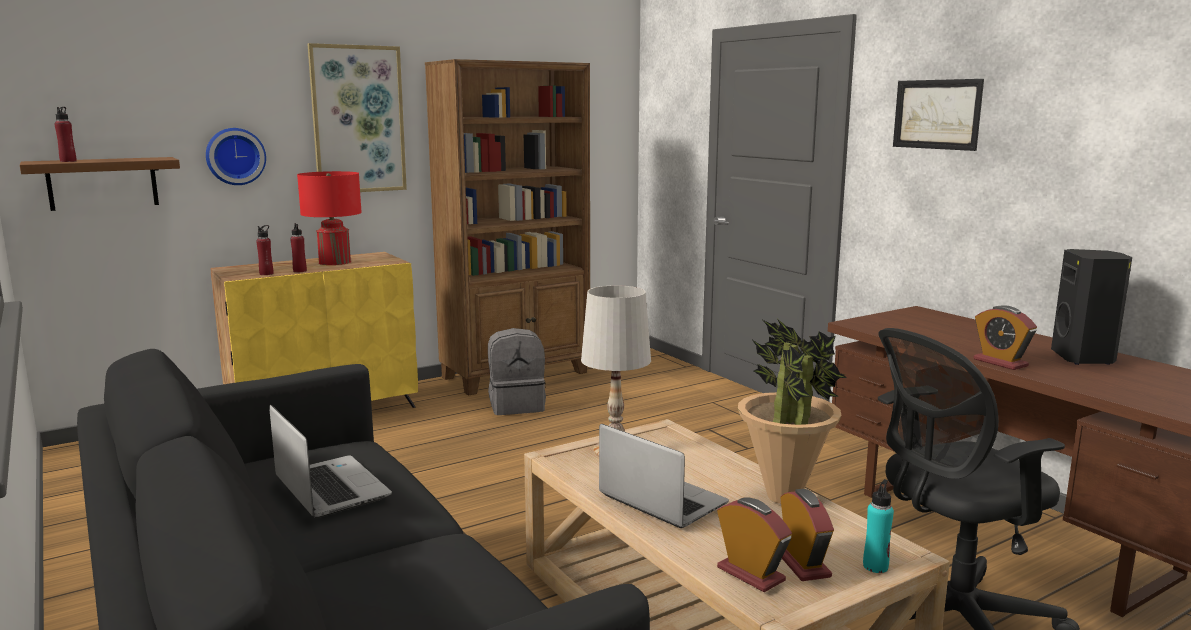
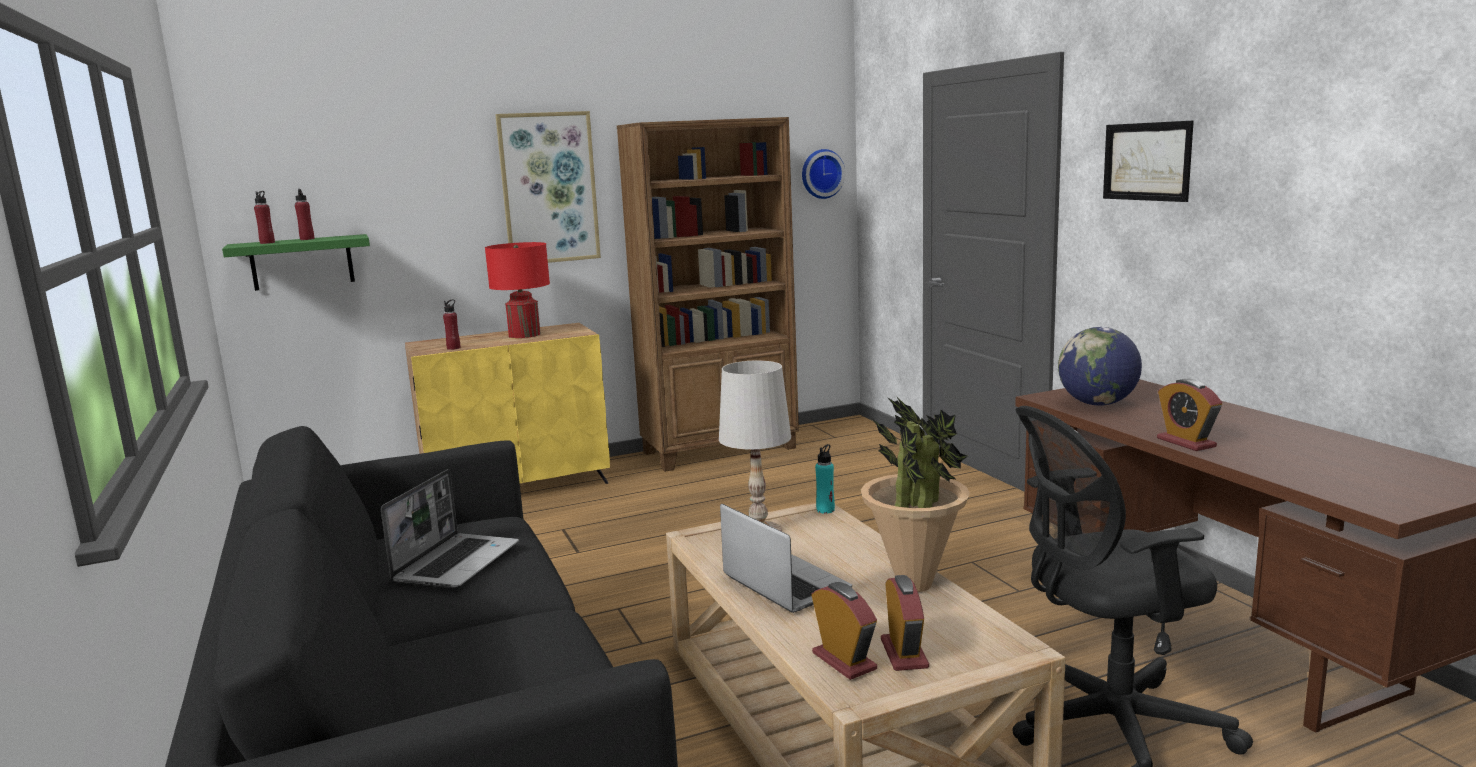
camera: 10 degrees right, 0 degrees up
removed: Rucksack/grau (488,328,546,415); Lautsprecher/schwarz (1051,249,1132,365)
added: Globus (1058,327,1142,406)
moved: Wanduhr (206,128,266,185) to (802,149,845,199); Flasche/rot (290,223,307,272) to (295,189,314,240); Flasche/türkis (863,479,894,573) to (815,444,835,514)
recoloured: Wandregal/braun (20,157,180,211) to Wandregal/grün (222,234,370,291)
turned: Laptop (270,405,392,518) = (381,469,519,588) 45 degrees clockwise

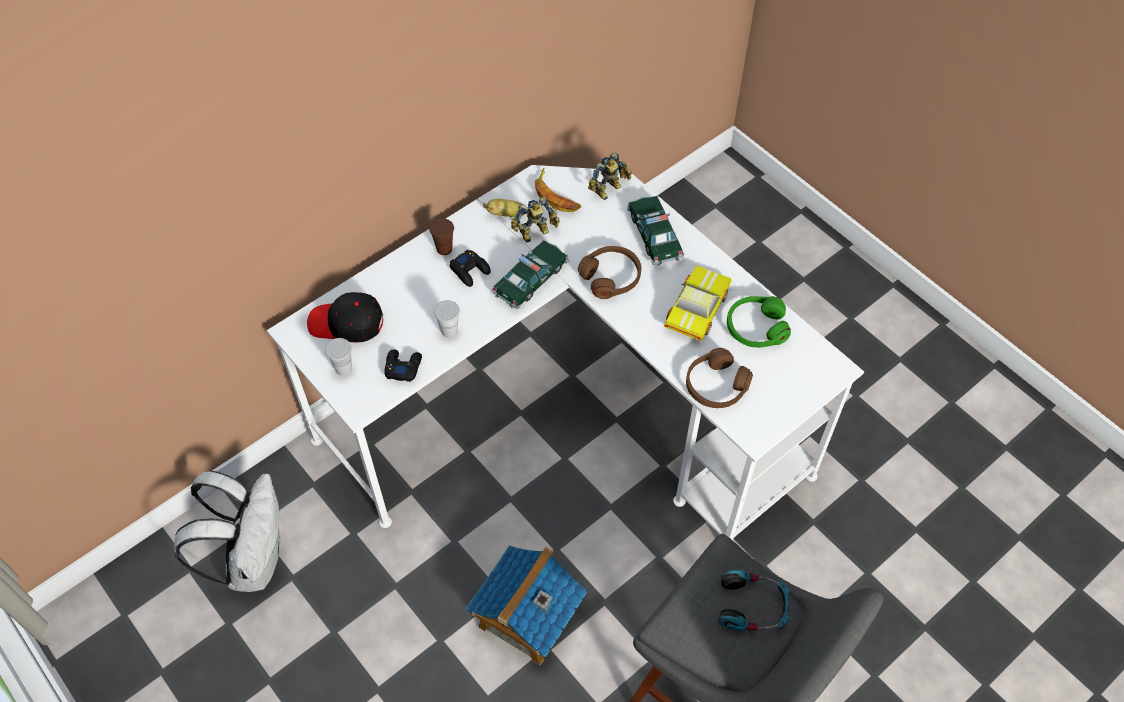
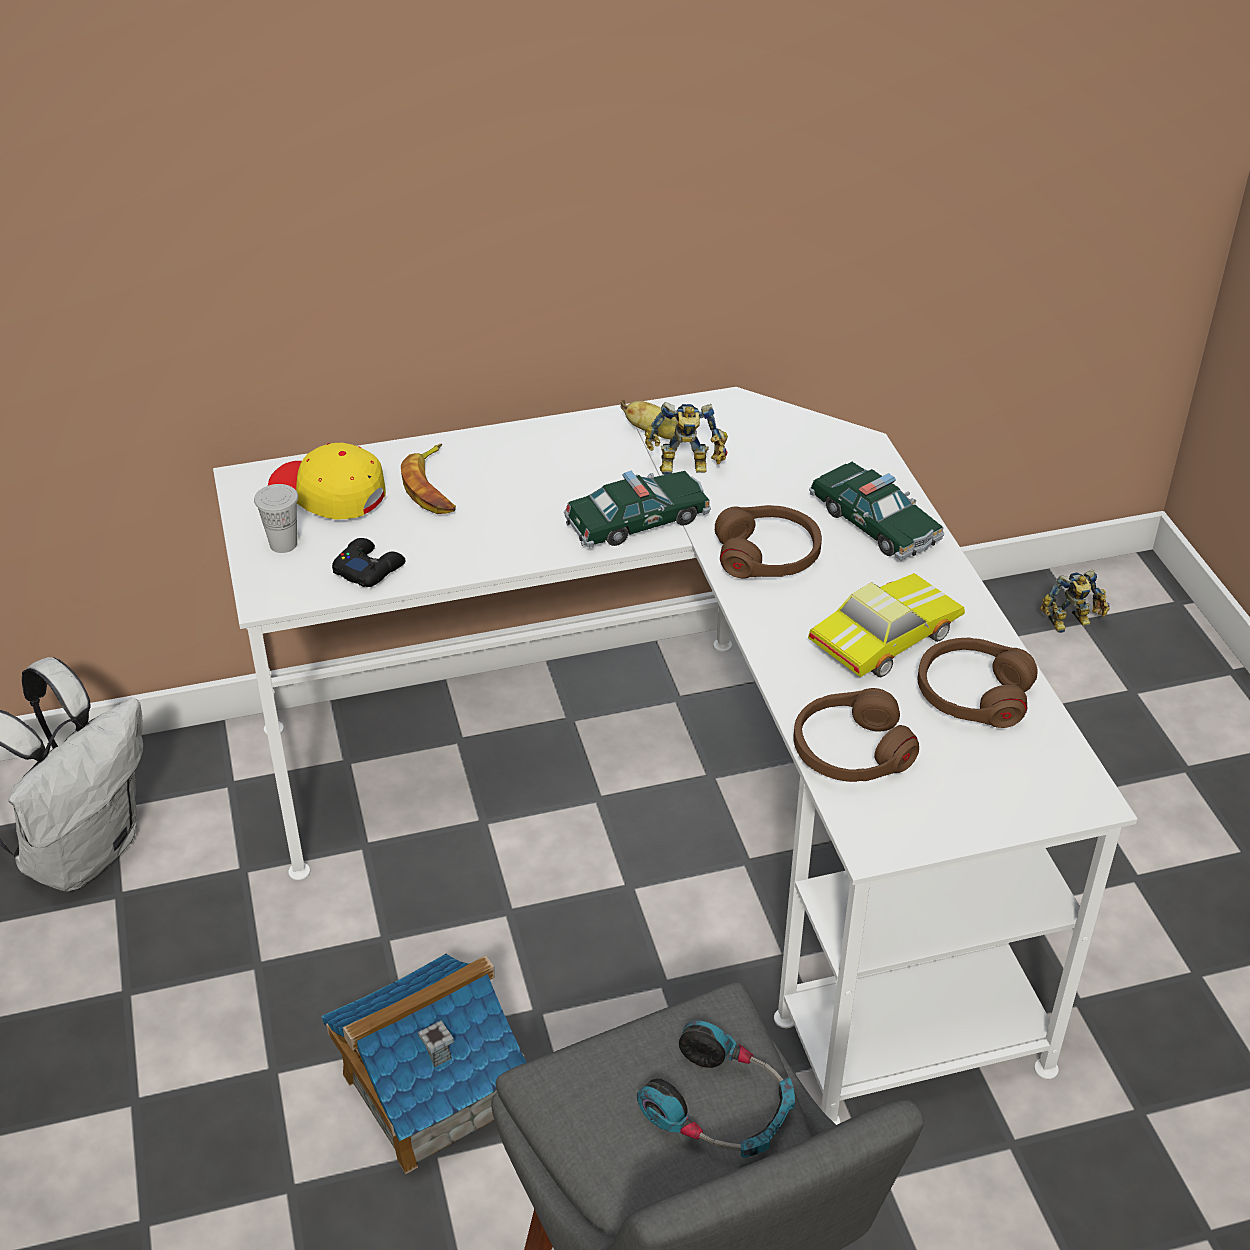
camera: 25 degrees right, 15 degrees down
removed: Tasse/braun (429,218,454,255); Tasse/weiß (434,300,460,338); Gamepad/schwarz (450,250,491,287)
moved: Banane (534,168,581,212) to (401,443,456,514); Spielzeugroboter (588,152,632,200) to (1040,570,1110,633)
recoloured: Kappe/schwarz (307,292,383,343) to Kappe/gelb (268,443,386,520); Kopfhörer/grün (727,296,791,348) to Kopfhörer/braun (918,638,1038,728)
turned: Spielzeugauto (627,196,684,266) = (809,462,944,560) 135 degrees clockwise

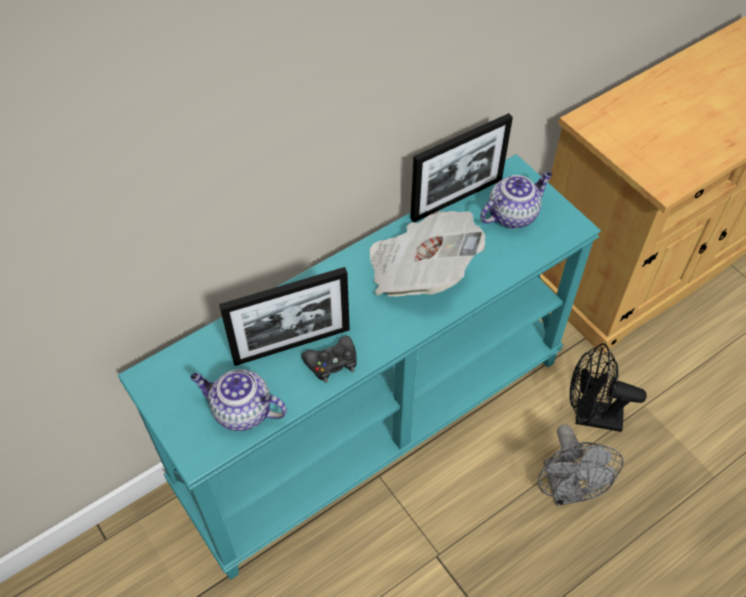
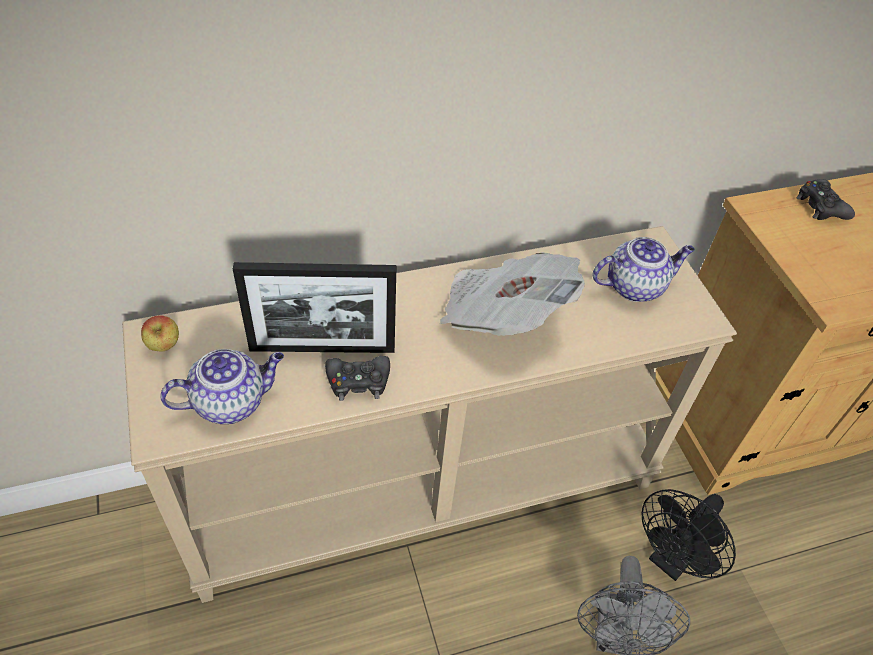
camera: 15 degrees right, 5 degrees down
removed: Bilderrahmen (410,113,513,222)
added: Apfel (141,315,179,351); Gamepad/schwarz (796,179,855,220)
recoloured: Konsolentisch/türkis (118,154,601,580) to Konsolentisch/beige (122,226,737,603)
turned: Teekanne (190,369,287,431) = (160,349,284,424) 120 degrees clockwise; Ventilator/schwarz (570,343,647,432) = (641,489,736,581) 75 degrees counterclockwise

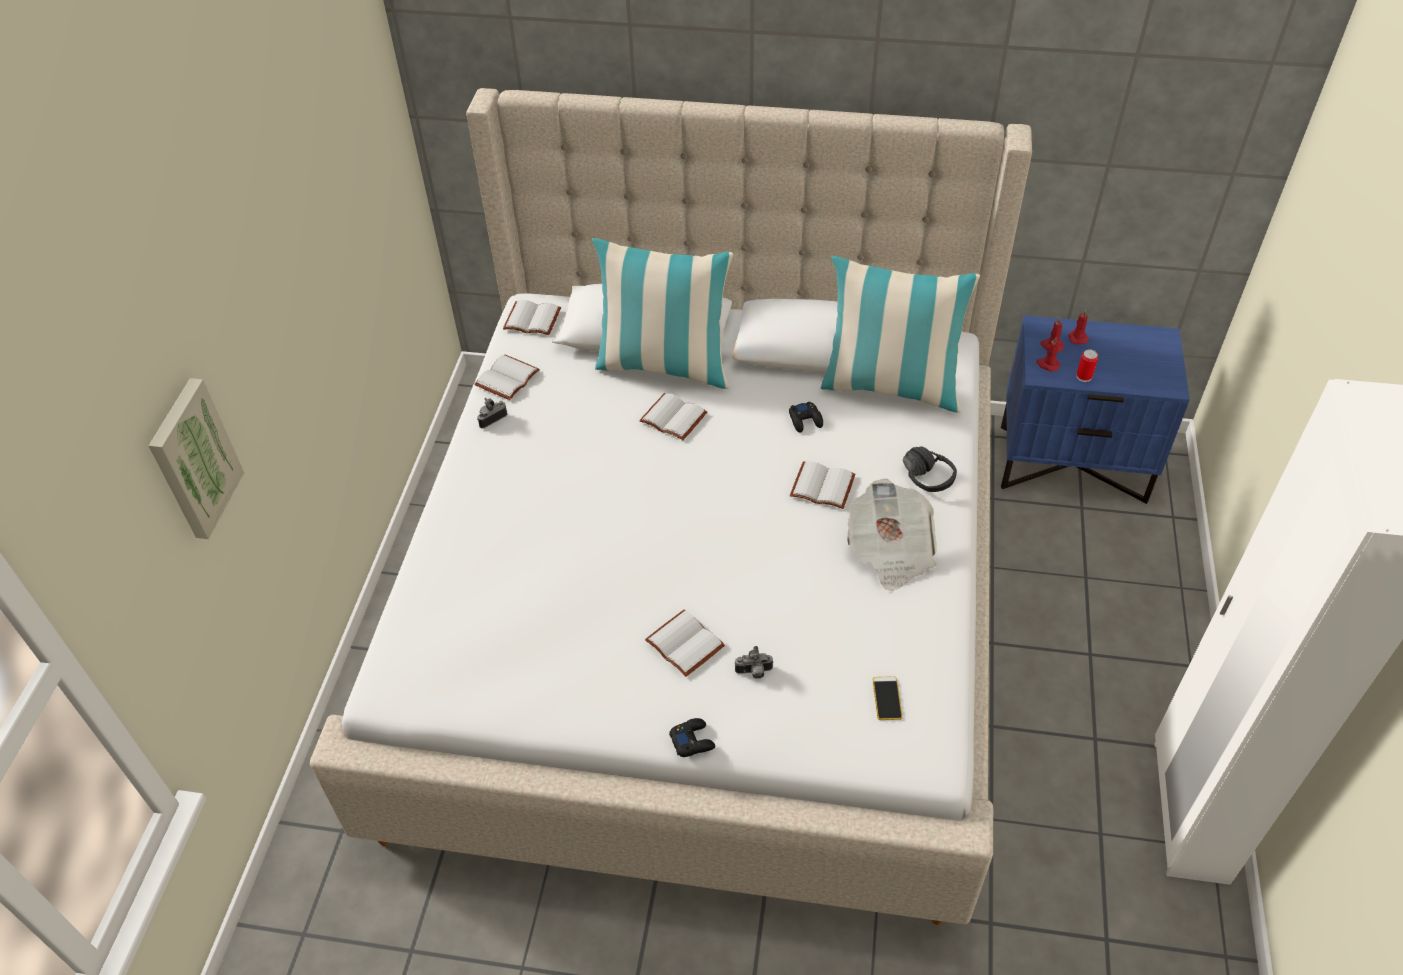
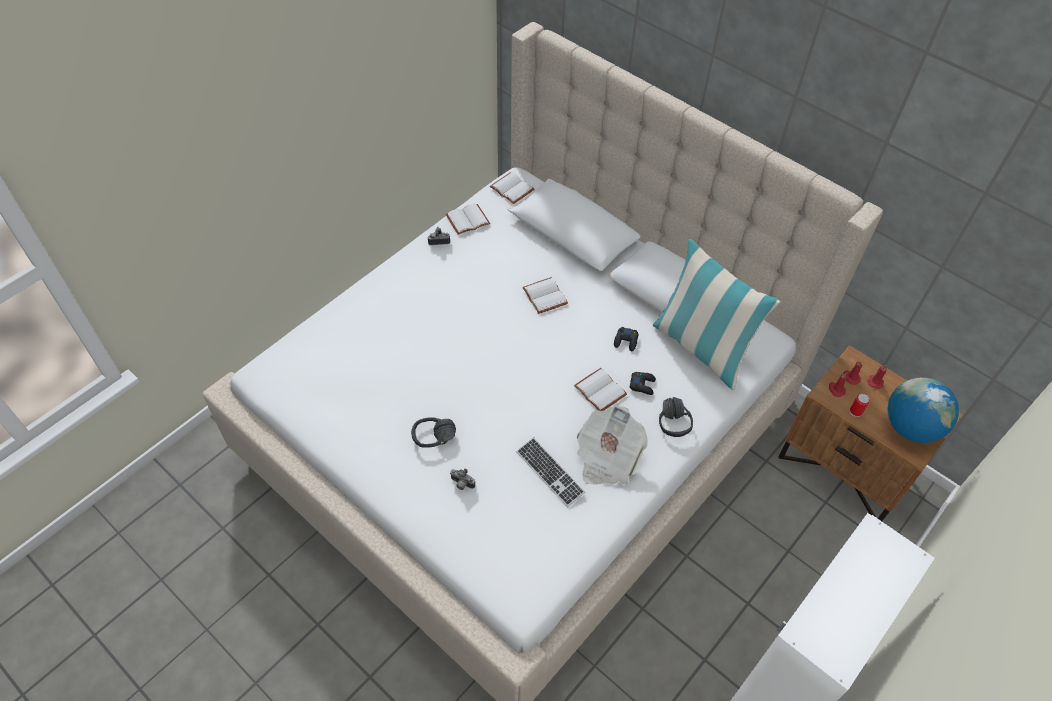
camera: 30 degrees right, 5 degrees up
removed: Bild (149,378,244,539); Kissen (592,238,734,389); Handy (873,676,902,720)
added: Tastatur (516,437,585,507); Globus (888,378,959,443)
moved: Gamepad/schwarz (669,718,715,757) to (629,372,656,395)
replaced: Buch/weiß (645,610,725,677) to Kopfhörer/schwarz (411,417,456,448)
recoloured: Nachttisch/blau (1001,315,1190,504) to Nachttisch/braun (779,345,962,521)

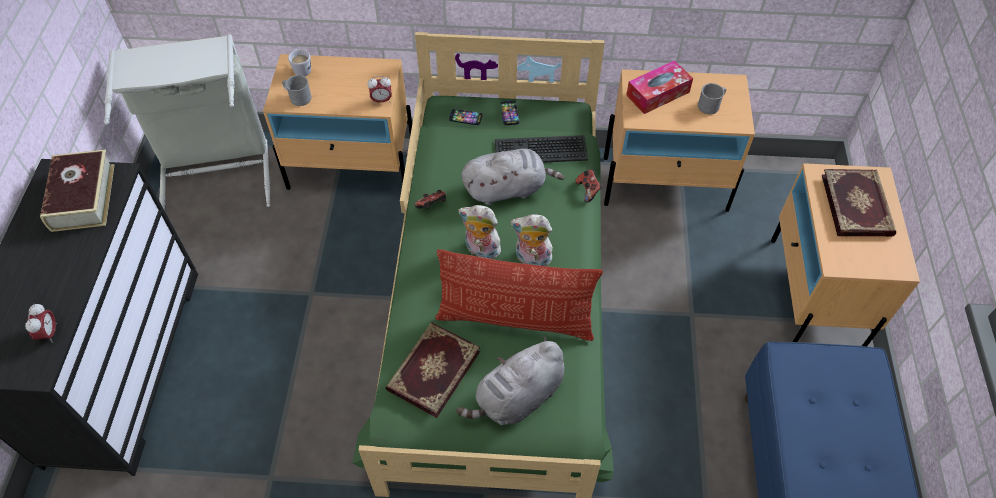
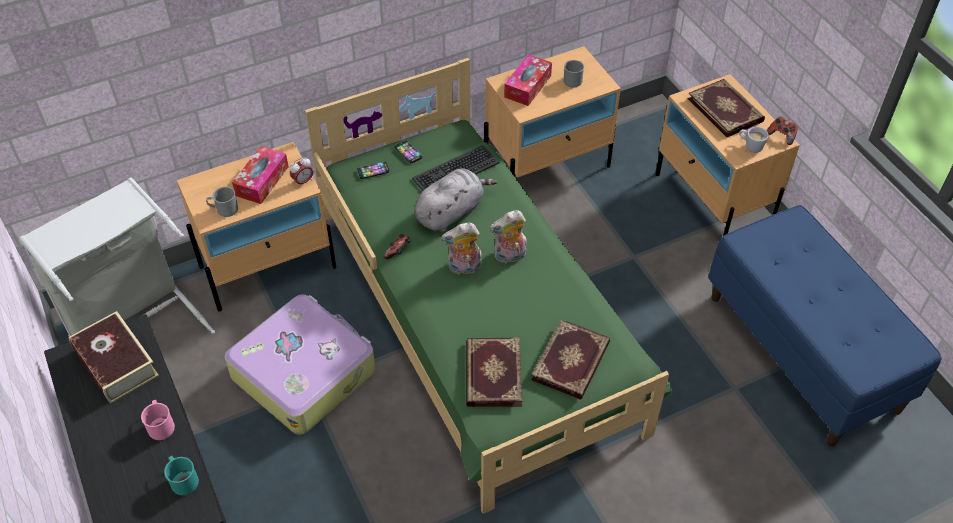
camera: 30 degrees left, 5 degrees down
removed: Kissen (435,249,603,341)
added: Henkelbecher/rosa (141,400,175,440); Koffer (225,294,375,435); Taschentuchbox (232,146,289,204)
moved: Henkelbecher/weiß (288,49,311,76) to (739,127,769,153); Gamepad (576,170,602,203) to (767,116,798,145)
replaced: Wecker (25,304,57,343) to Henkelbecher/türkis (164,456,199,495); Plüschtier/grau (456,337,565,425) to Buch (531,319,610,399)

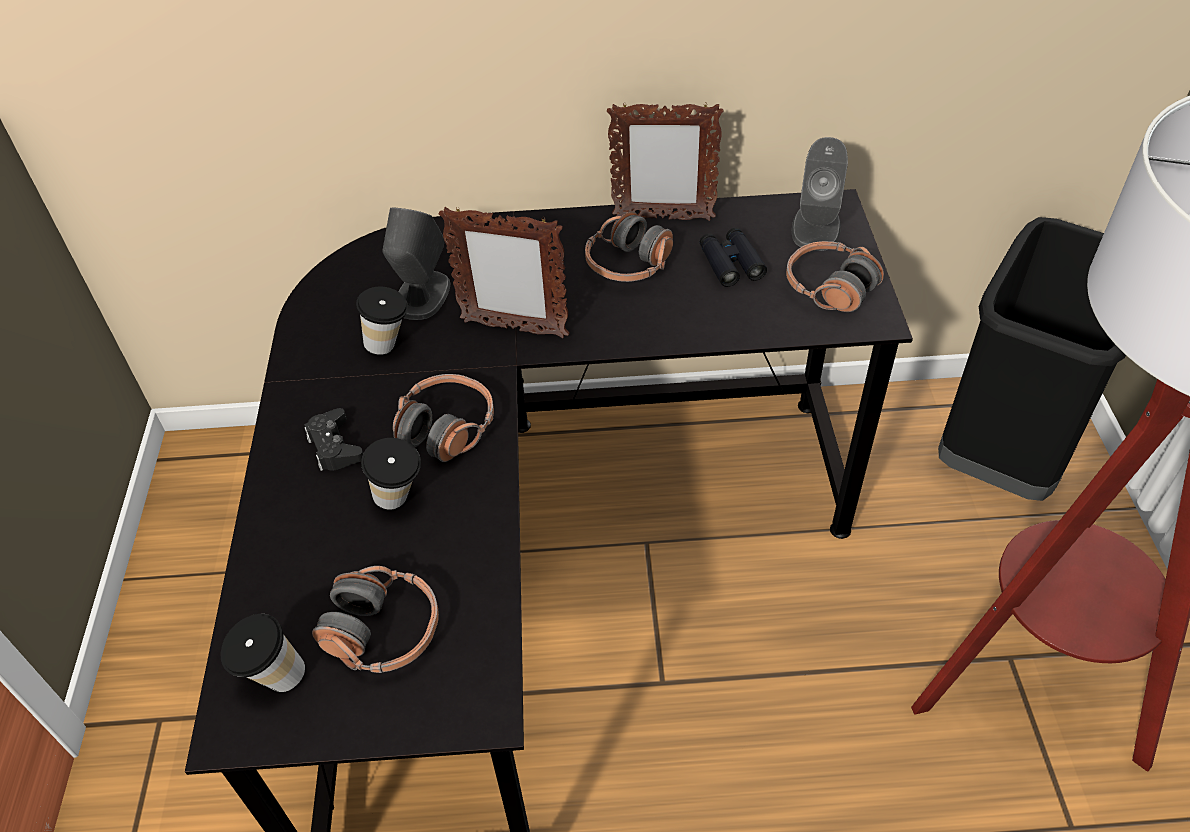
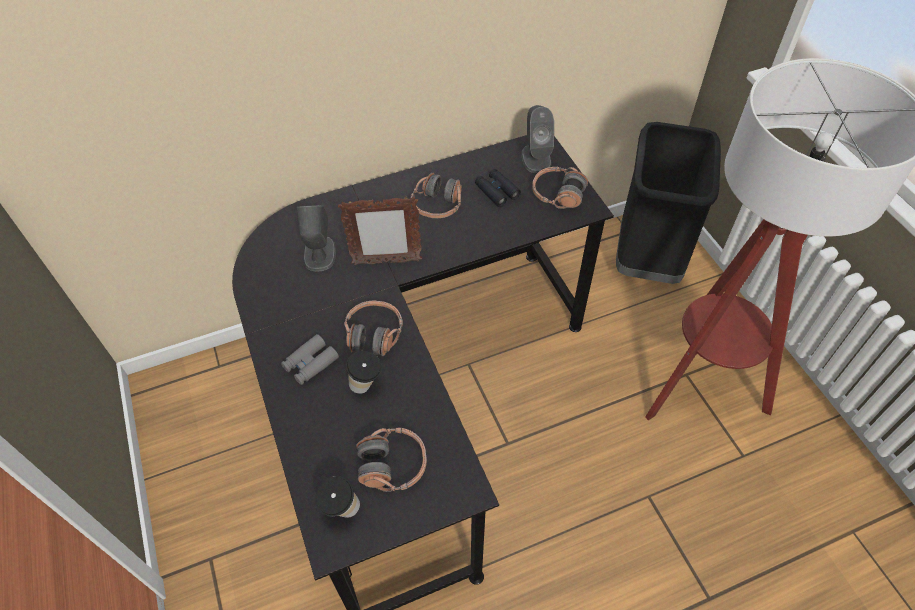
camera: 20 degrees left, 5 degrees up
removed: Tasse (356,287,408,355); Bilderrahmen (607,102,723,221)
replaced: Gamepad/schwarz (304,408,363,471) to Fernglas/grau (281,334,339,385)

